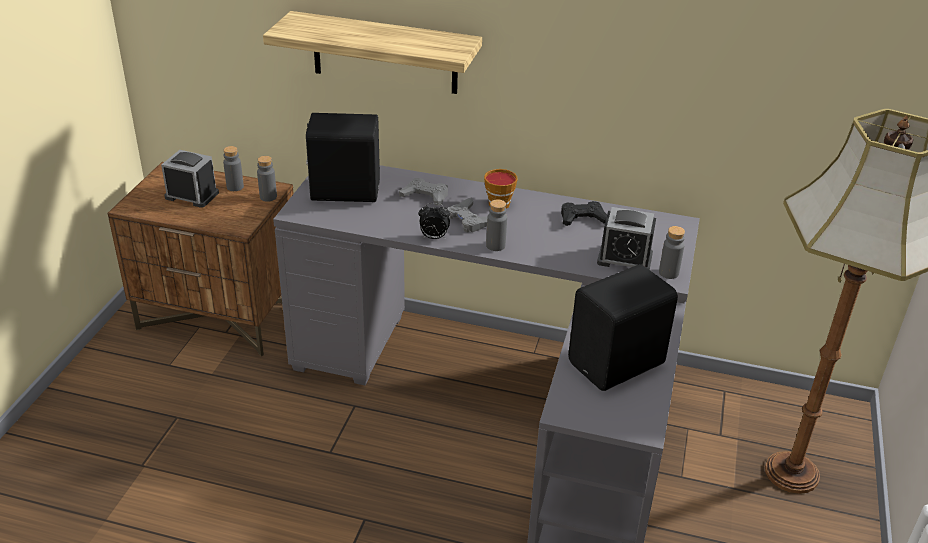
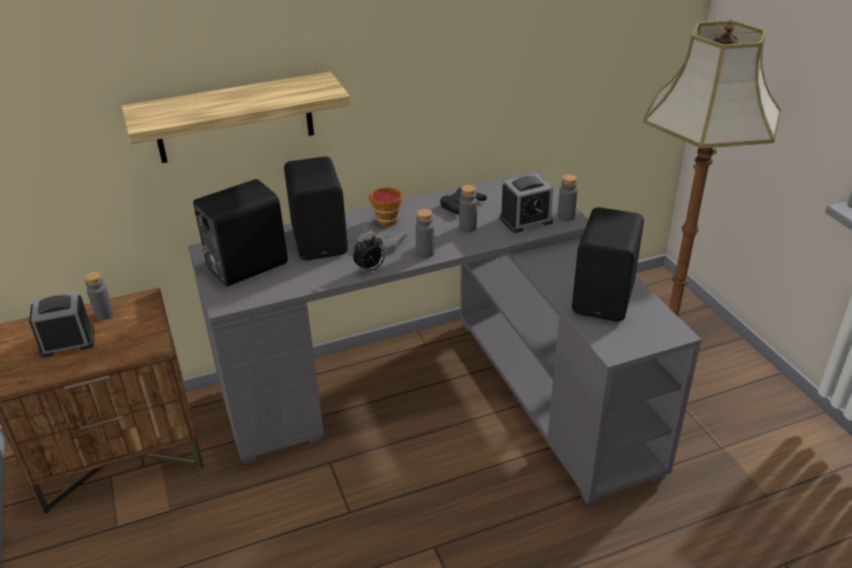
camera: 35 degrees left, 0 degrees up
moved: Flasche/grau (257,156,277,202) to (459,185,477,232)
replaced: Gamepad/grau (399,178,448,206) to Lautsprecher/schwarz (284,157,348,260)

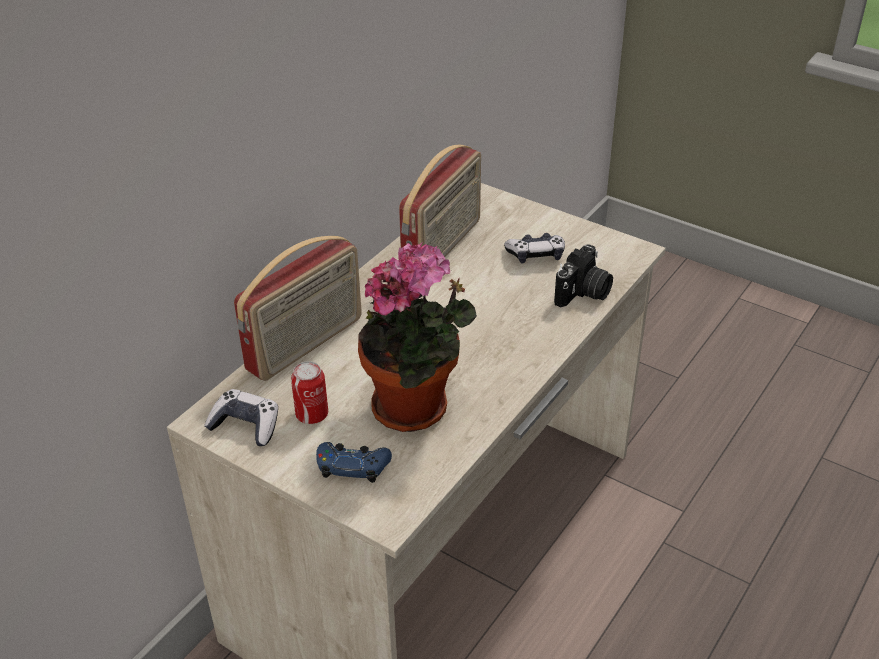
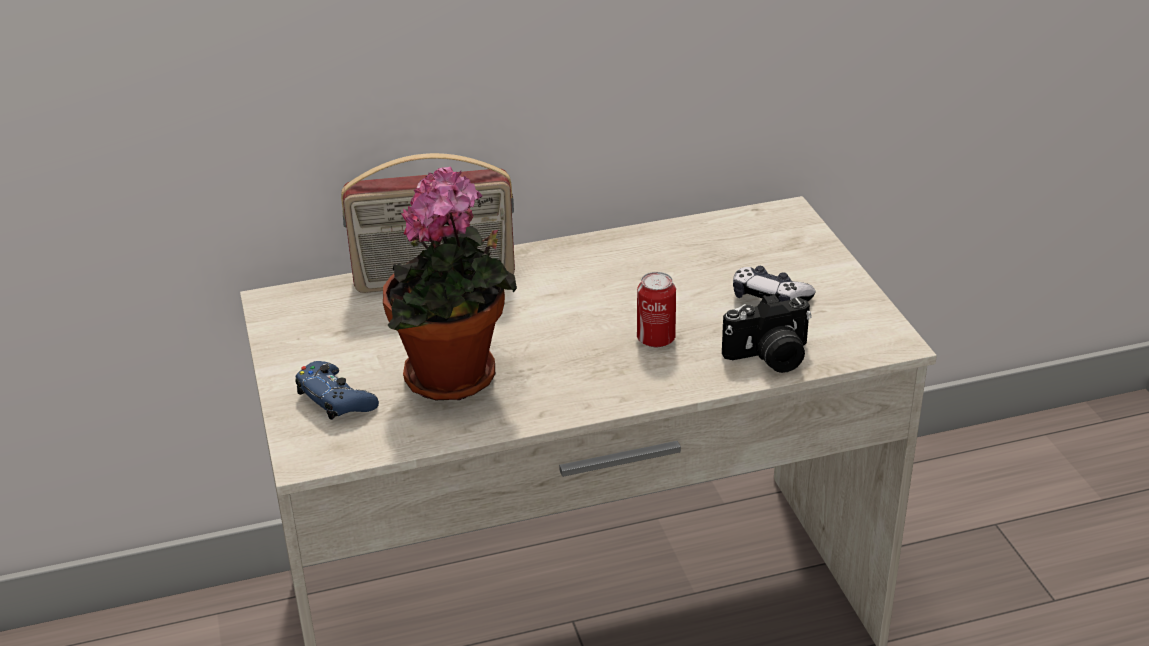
camera: 40 degrees right, 5 degrees down
removed: Gamepad (204,389,278,446); Radio (399,145,481,257)
moved: Dose (291,361,328,424) to (637,272,676,347)

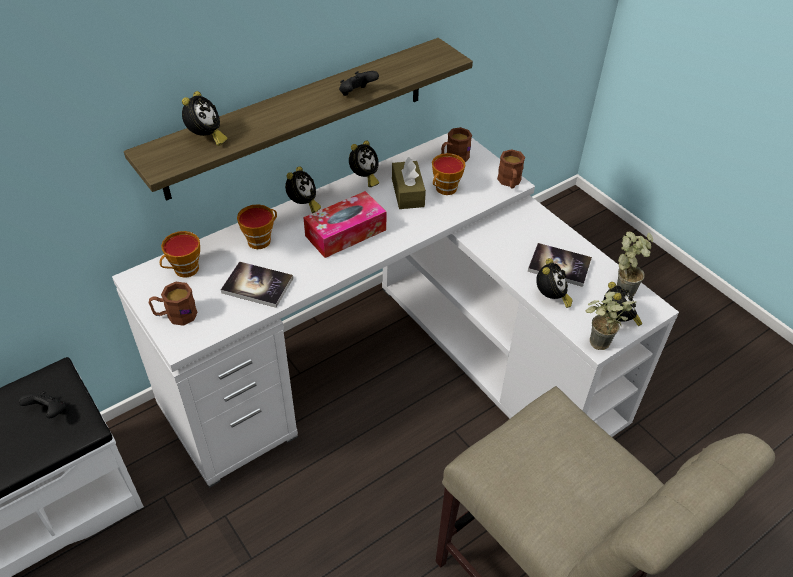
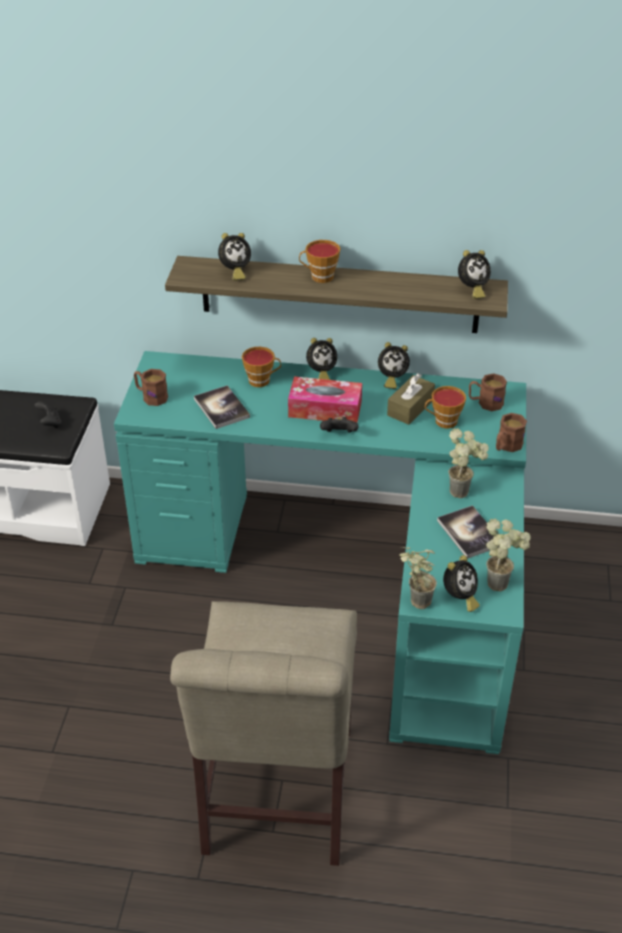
camera: 45 degrees right, 5 degrees down
added: Topfpflanze (448,428,489,498)
moved: Tasse (160,231,200,278) to (299,240,340,283); Gamepad/schwarz (339,71,379,96) to (320,417,358,433); Wecker (536,258,572,308) to (458,250,491,299)
recoloured: Schreibtisch/weiß (112,133,679,488) to Schreibtisch/türkis (114,351,526,754)

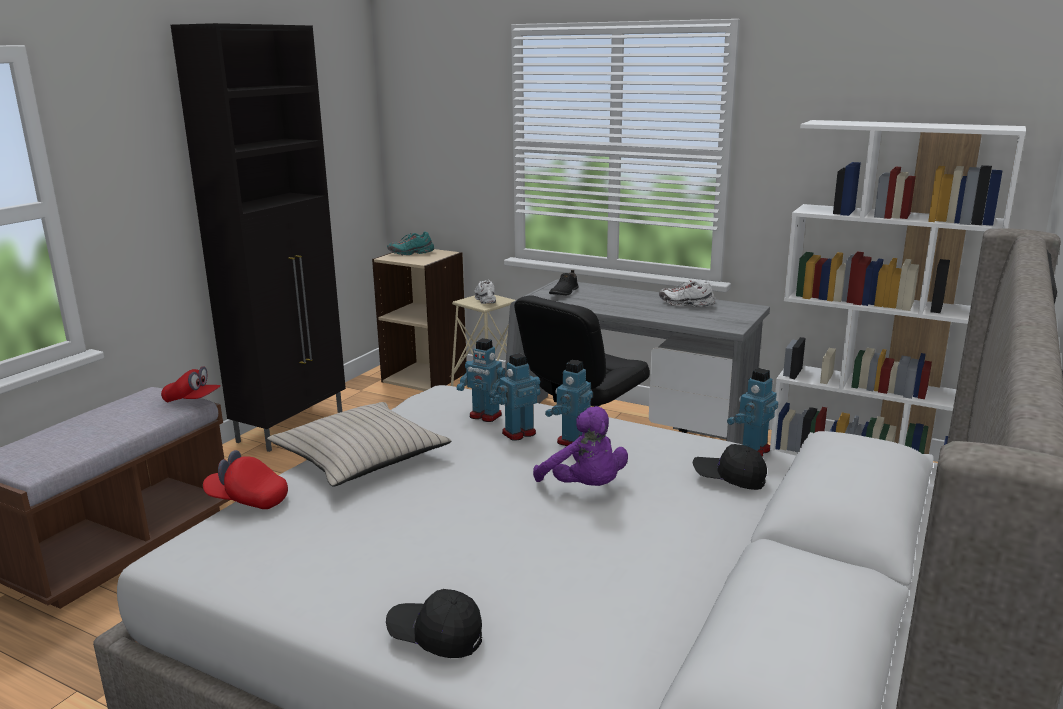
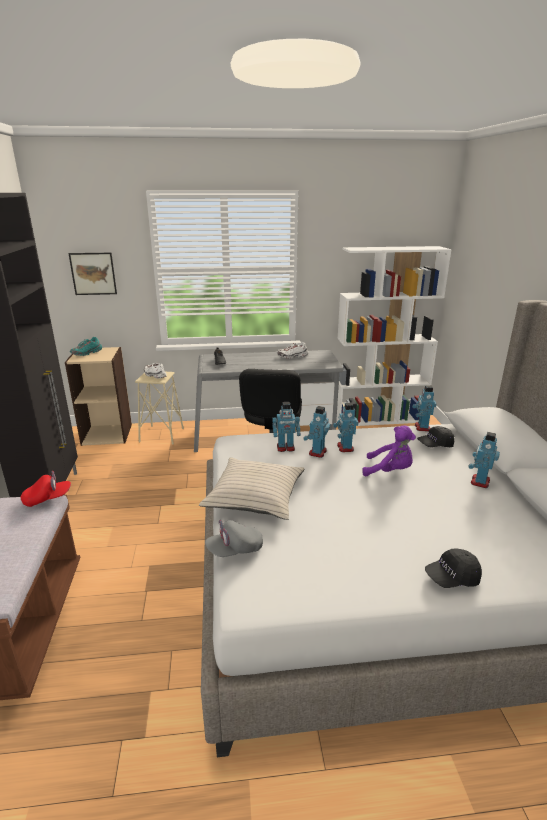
camera: 35 degrees left, 5 degrees up
added: Bild (68,253,117,295); Spielzeugroboter (469,432,500,488)
recoloured: Kappe/rot (203,450,288,509) to Kappe/grau (205,520,263,557)

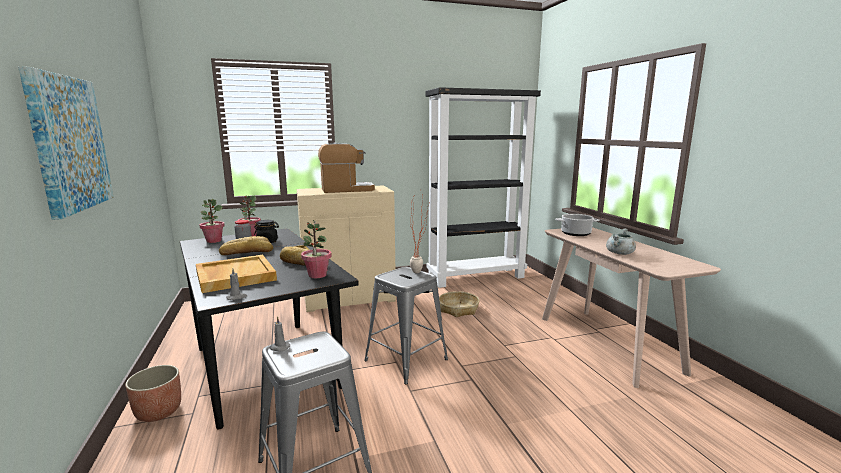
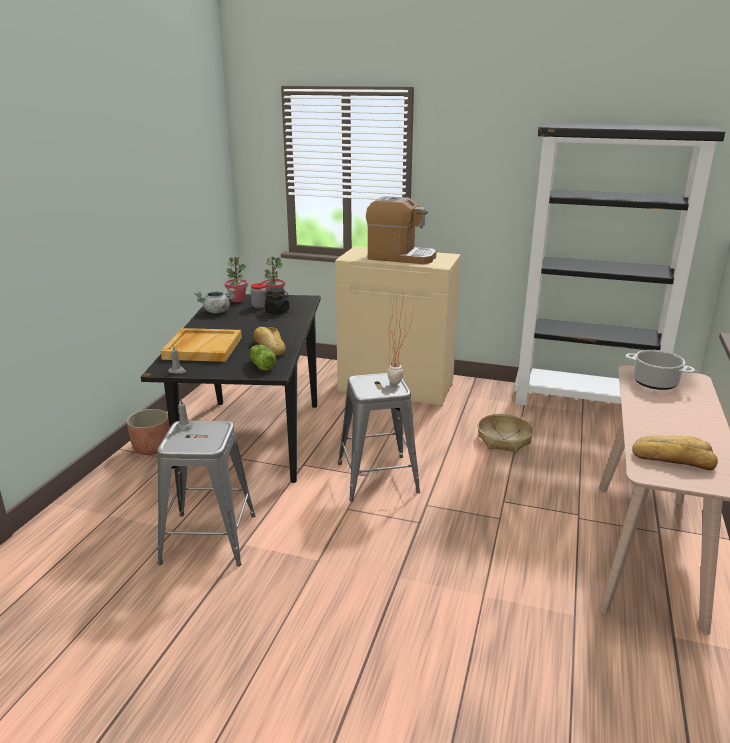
camera: 35 degrees right, 10 degrees up
removed: Bild (18,66,114,220)
moved: Brot (219,236,273,255) to (632,436,718,470); Kochtopf/grau (606,228,636,255) to (194,288,235,313)
replaced: Topfpflanze (301,220,332,278) to Salatkopf (250,345,276,371)

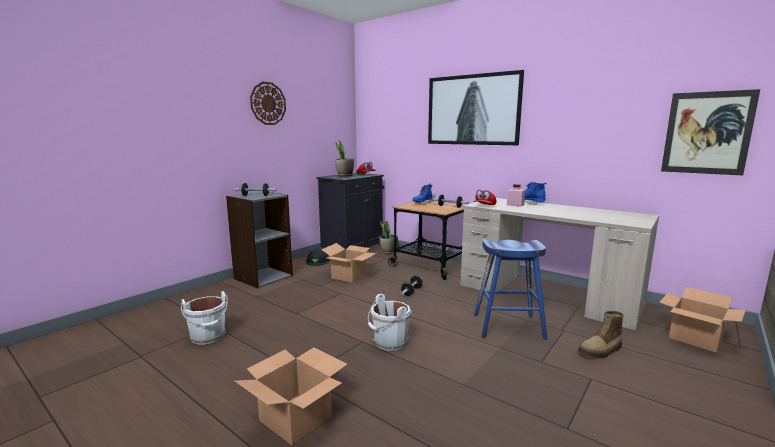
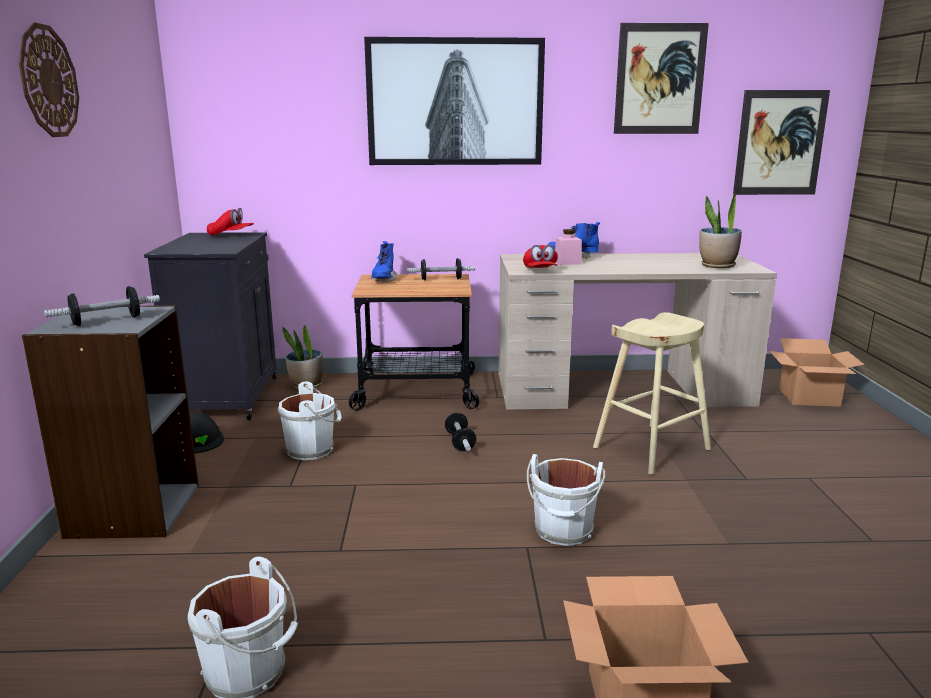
camera: 40 degrees left, 5 degrees up
removed: Stiefel (578,311,624,358)
added: Bild (614,23,709,134)
moved: Topfpflanze (335,140,354,176) to (699,192,742,268)
replaced: Karton (321,243,377,283) to Eimer/weiß (278,381,342,460)
recoloured: Hocker/blau (474,239,547,340) to Hocker/beige (593,312,711,475)

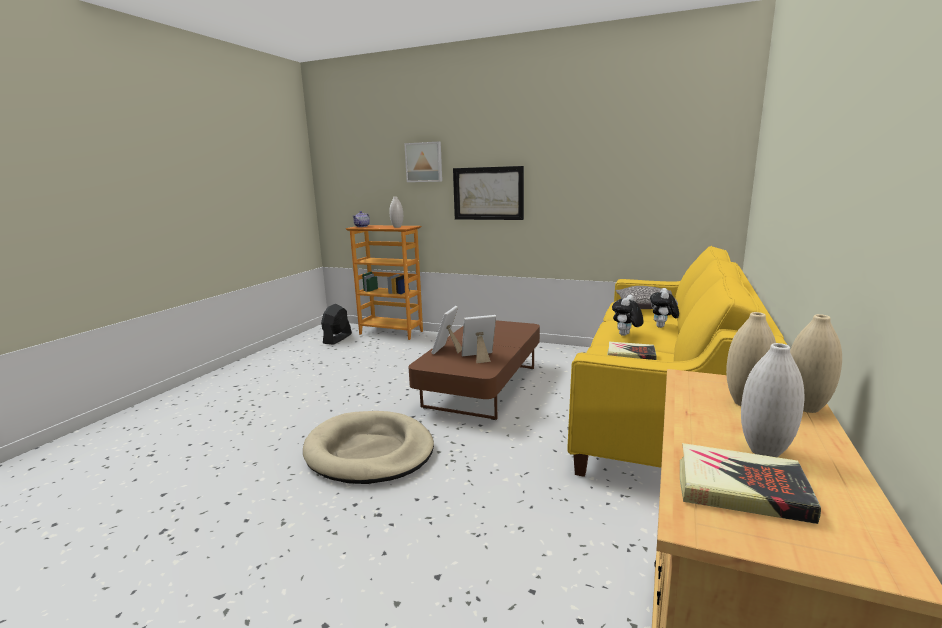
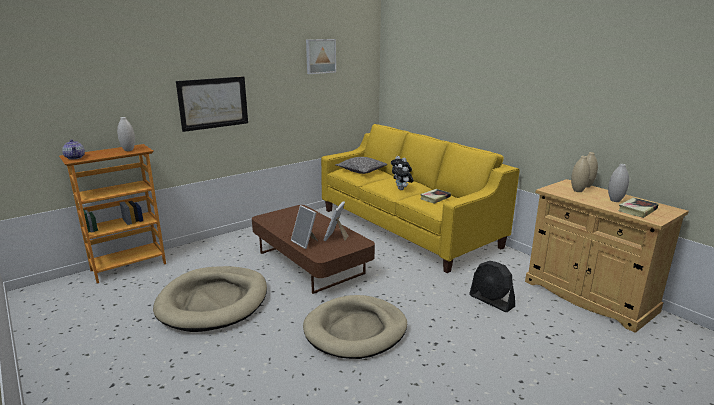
camera: 60 degrees left, 5 degrees up
added: Hundebett/beige (153,266,267,332)
moved: Ventilator/schwarz (321,304,352,345) to (469,261,515,312); Bild (404,141,442,182) to (306,39,336,74)

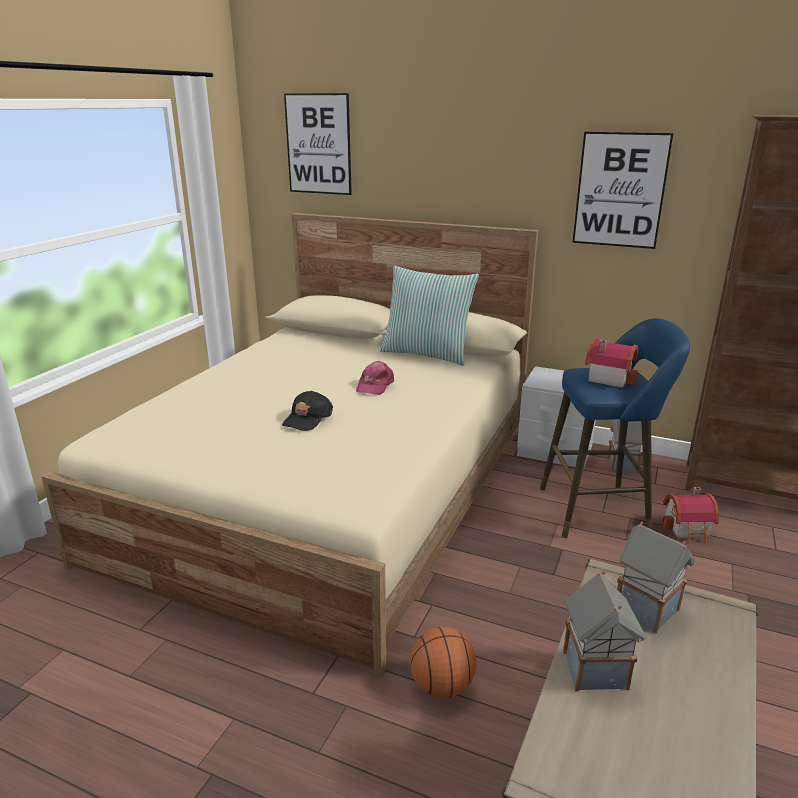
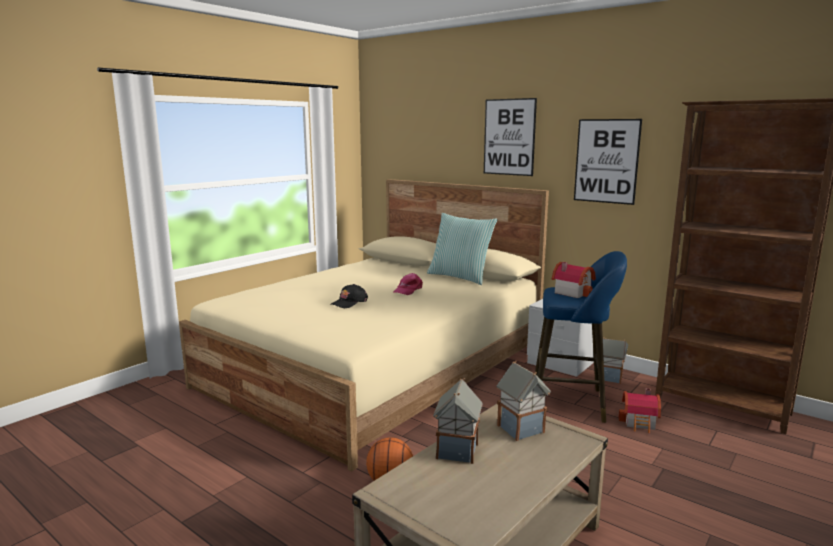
camera: 15 degrees right, 10 degrees down
moved: Bild (284,93,352,195) to (484,98,537,176)

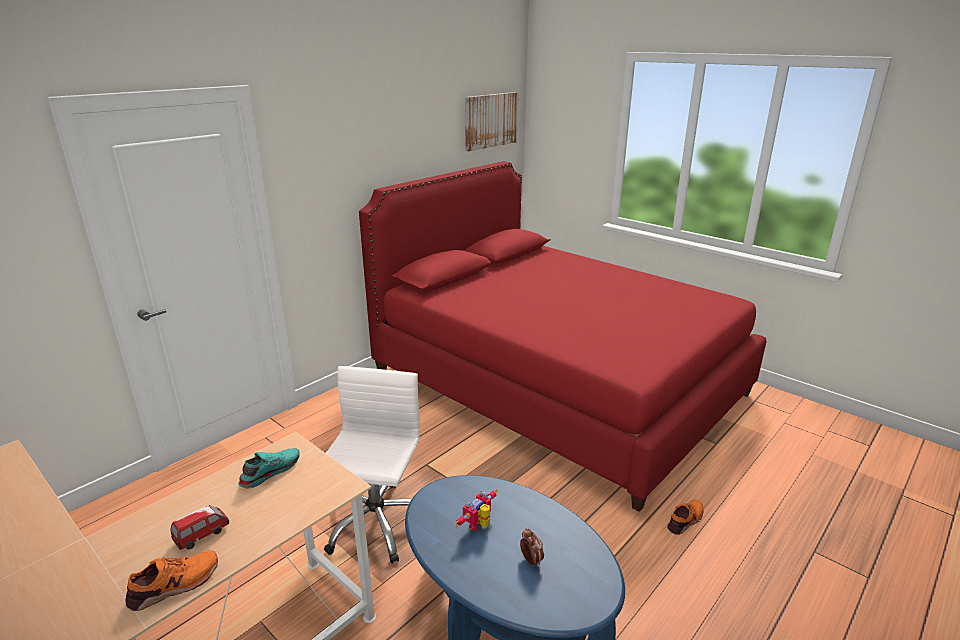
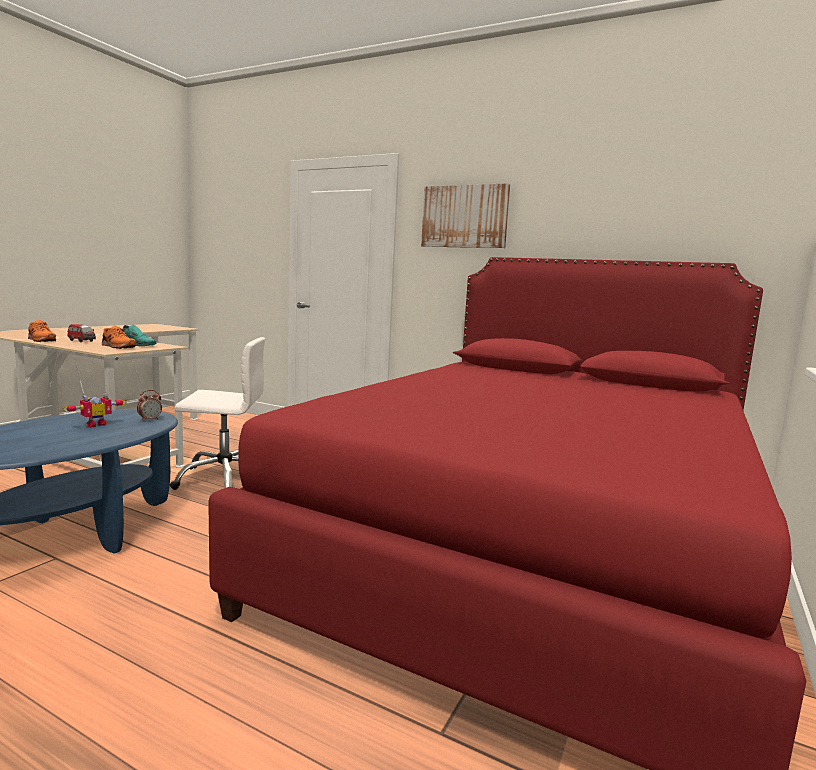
camera: 75 degrees right, 15 degrees down
moved: Bild (465,92,518,151) to (421,183,510,248); Wecker (520,528,544,567) to (137,390,162,421); Schuh/orange (667,500,704,535) to (102,326,136,349)
turned: Spielzeugroboter (455,490,498,531) = (62,392,127,428) 105 degrees clockwise

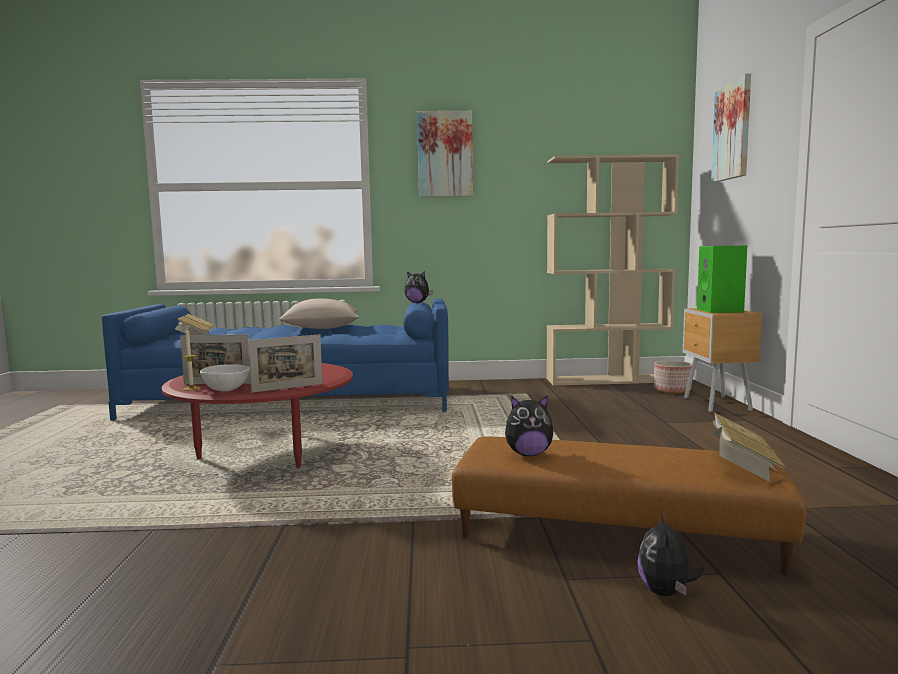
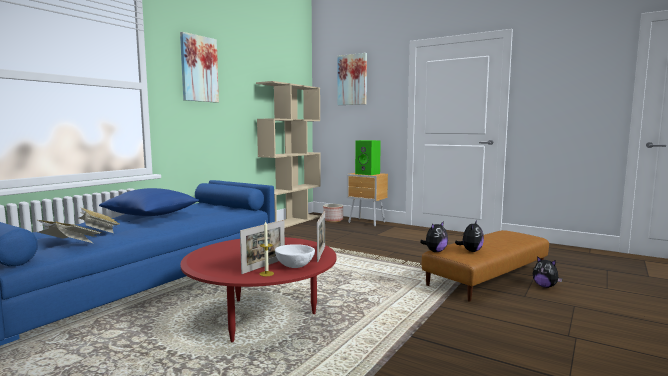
camera: 55 degrees left, 0 degrees up
moved: Plüschtier (404,271,433,303) to (420,221,448,252); Buch (709,412,787,482) to (78,208,119,233)
recoloured: Kissen/beige (279,299,359,329) to Kissen/blau (99,188,200,216)

